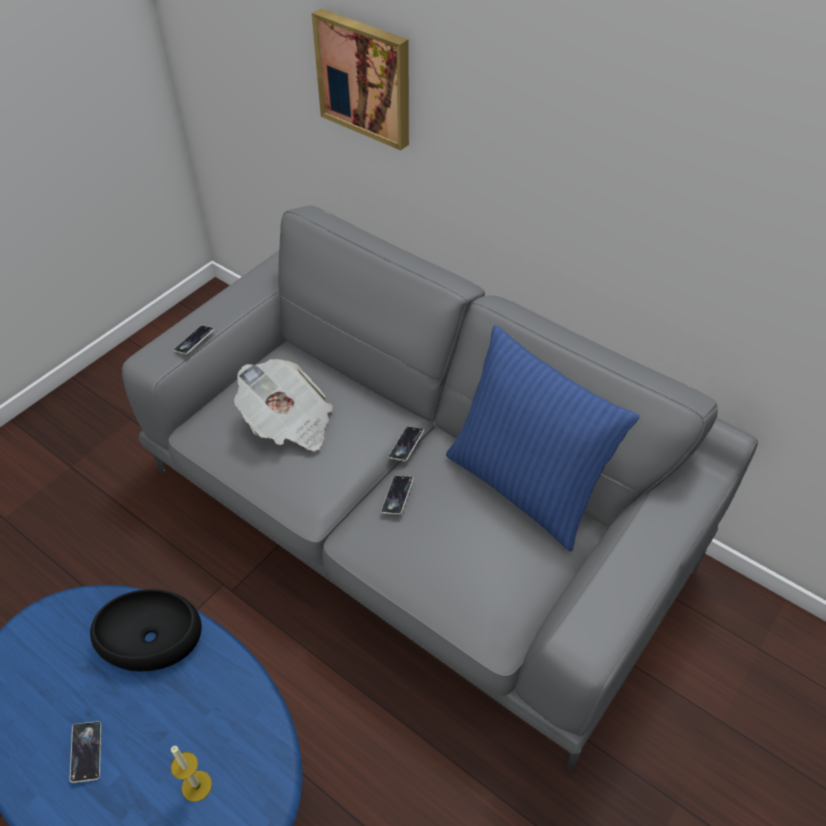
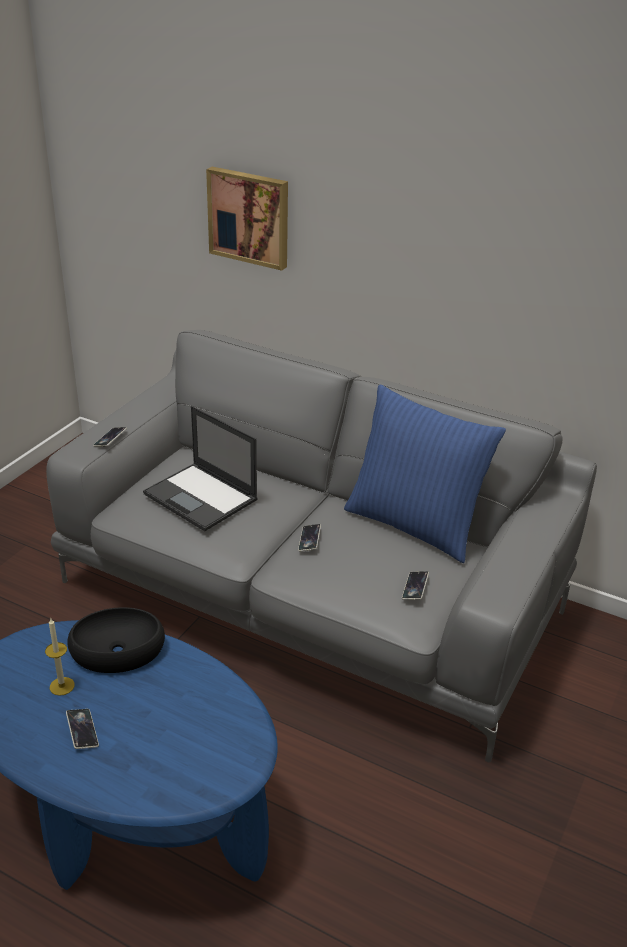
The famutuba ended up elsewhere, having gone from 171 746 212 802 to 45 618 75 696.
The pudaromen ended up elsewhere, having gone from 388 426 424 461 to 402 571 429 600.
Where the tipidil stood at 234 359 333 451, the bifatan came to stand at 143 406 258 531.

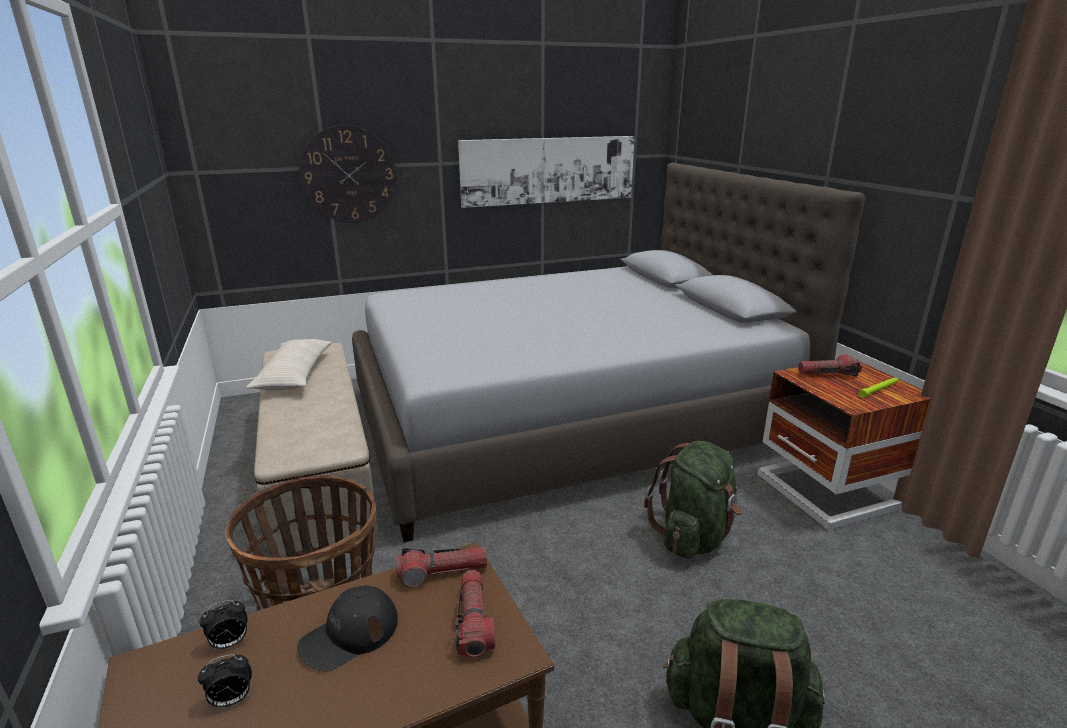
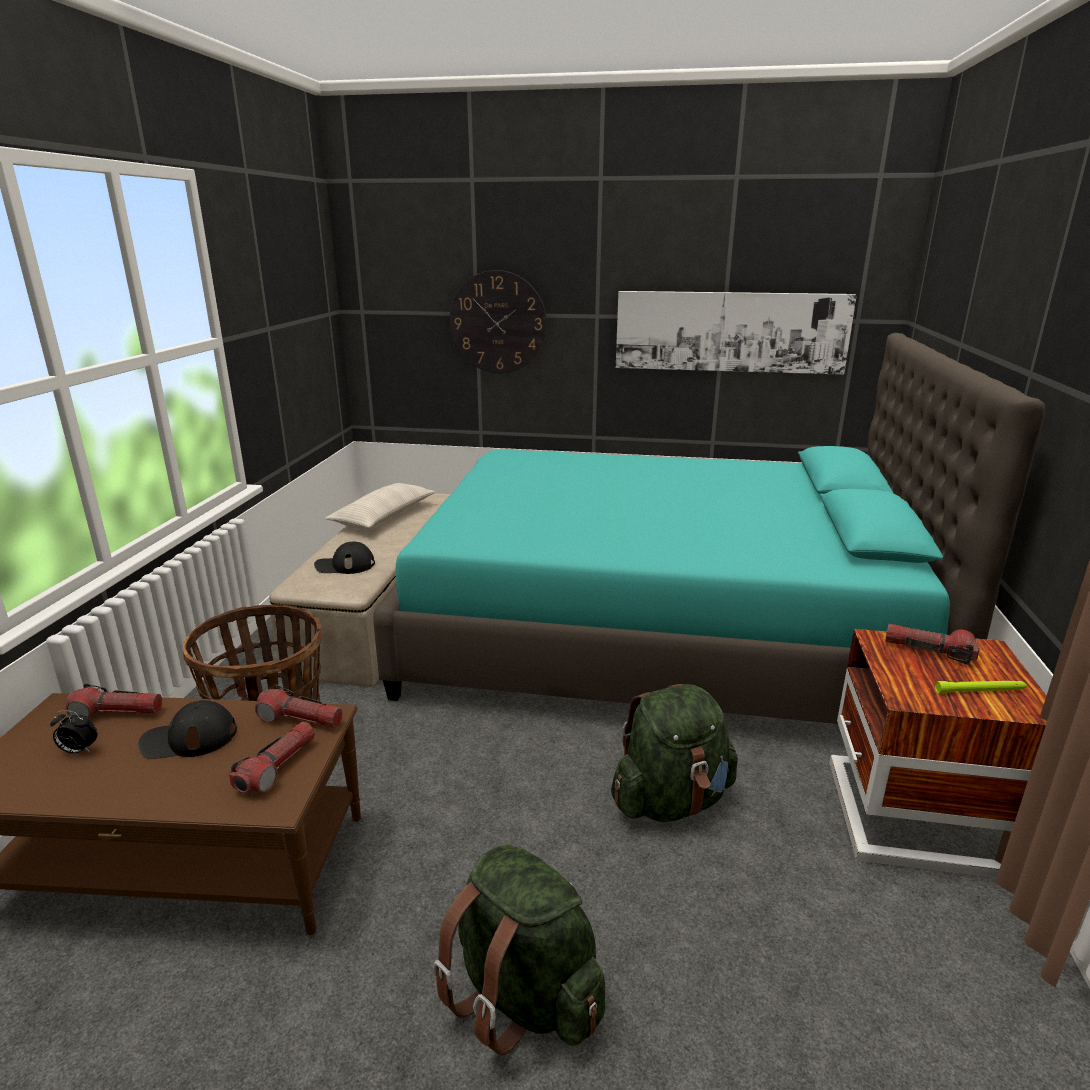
The second view gained the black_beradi at 314 542 375 574.
Where the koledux stood at 199 600 248 651, the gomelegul came to stand at 66 683 162 719.
What was the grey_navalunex at 352 163 865 542 turned into the turquoise_navalunex at 373 333 1045 724.

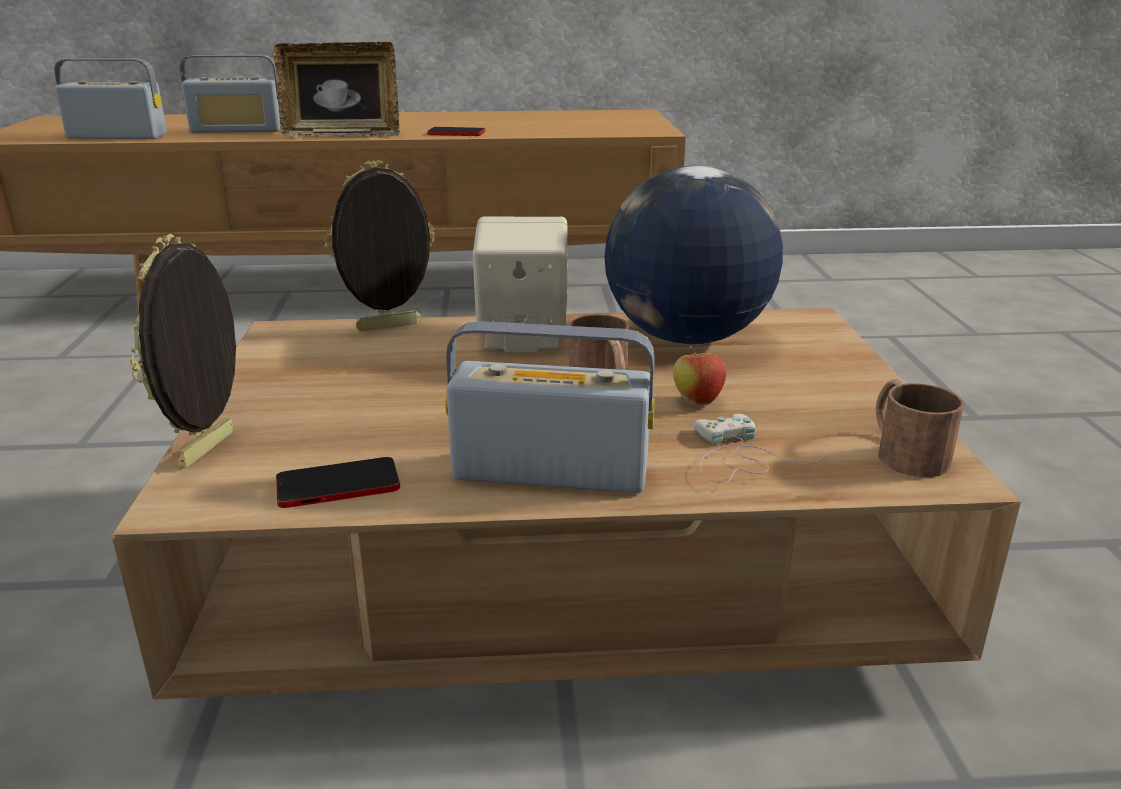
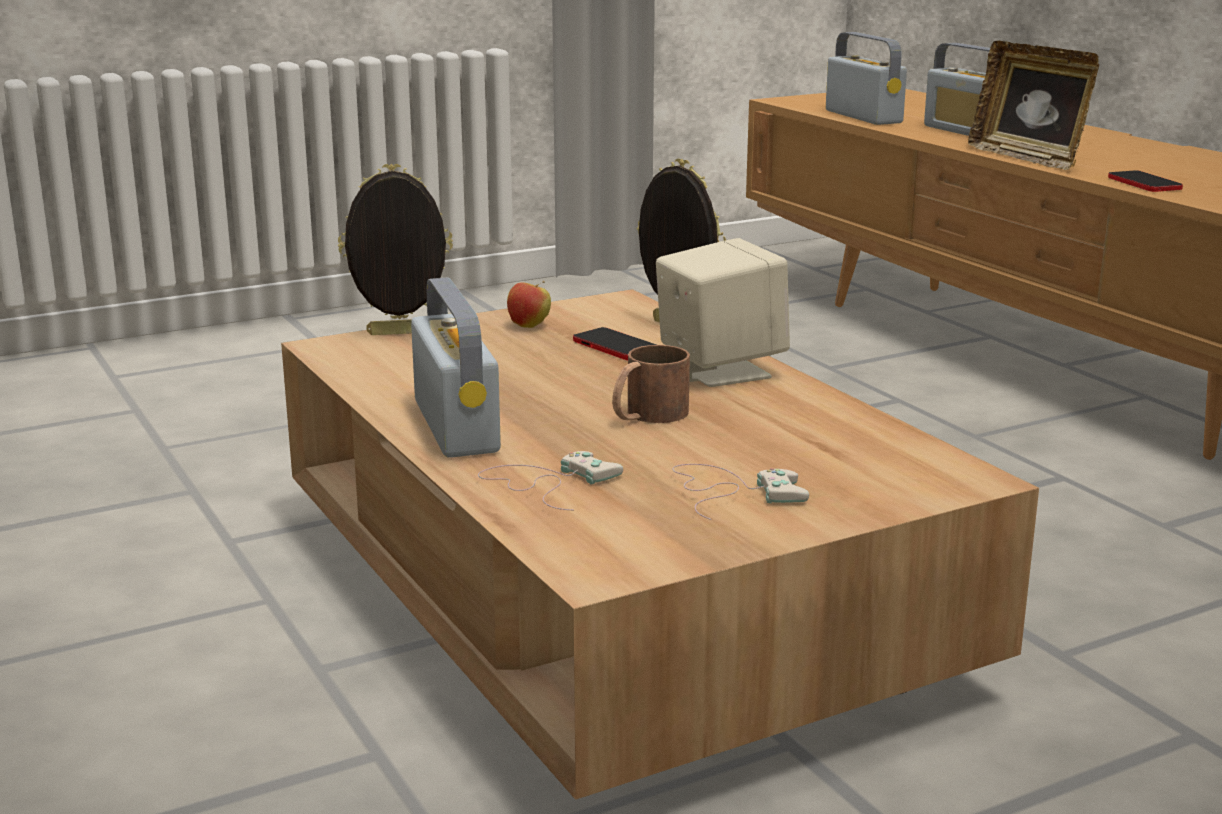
The second view lost the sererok at 605 166 783 345.
The second view lost the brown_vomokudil at 876 379 964 477.
The second view gained the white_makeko at 672 464 809 520.
The pudaromen ended up elsewhere, having gone from 276 457 400 508 to 573 327 656 360.
The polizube ended up elsewhere, having gone from 673 346 726 405 to 507 281 551 328.

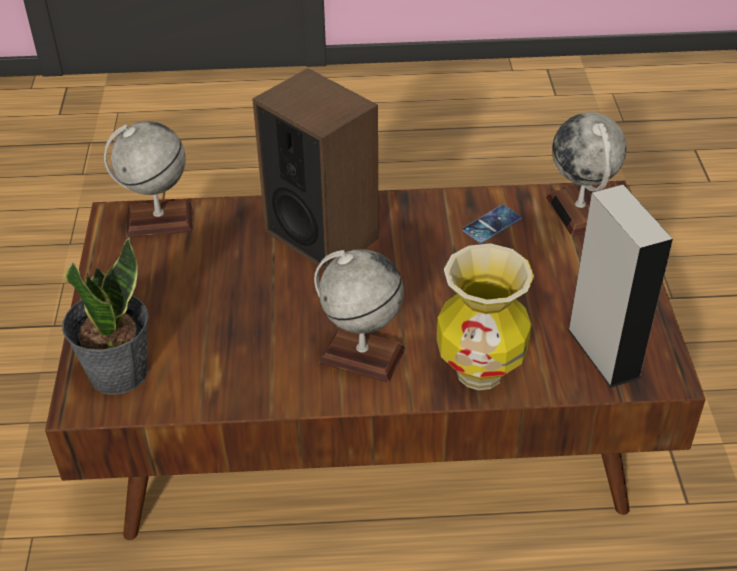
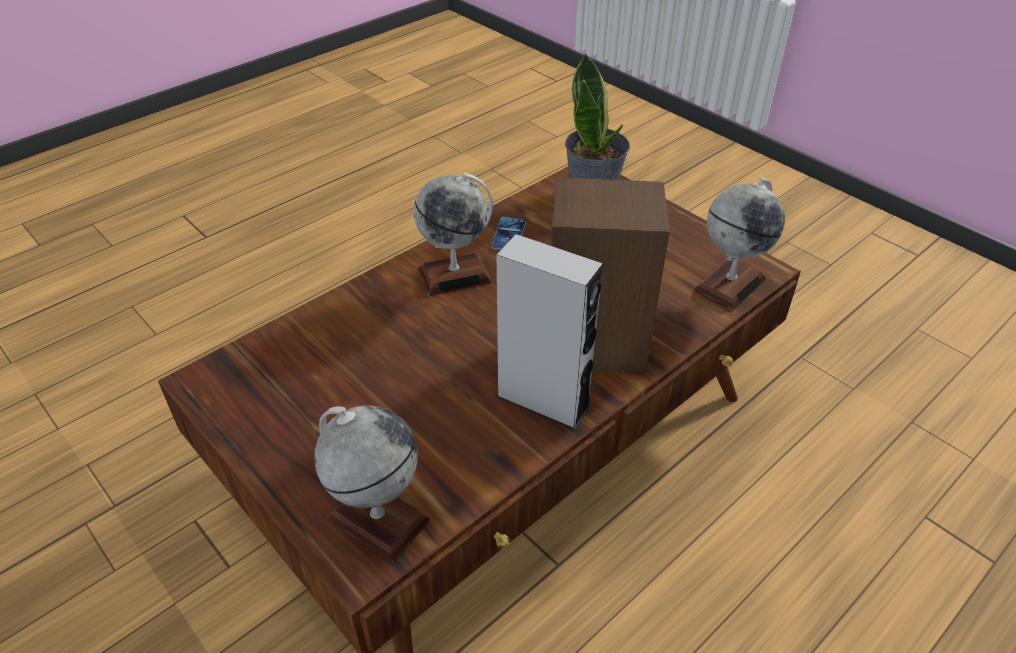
The second view lost the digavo at 437 243 534 390.
The pudaromen ended up elsewhere, having gone from 462 205 522 243 to 491 217 526 250.
The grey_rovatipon ended up elsewhere, having gone from 568 185 673 388 to 496 234 603 430.

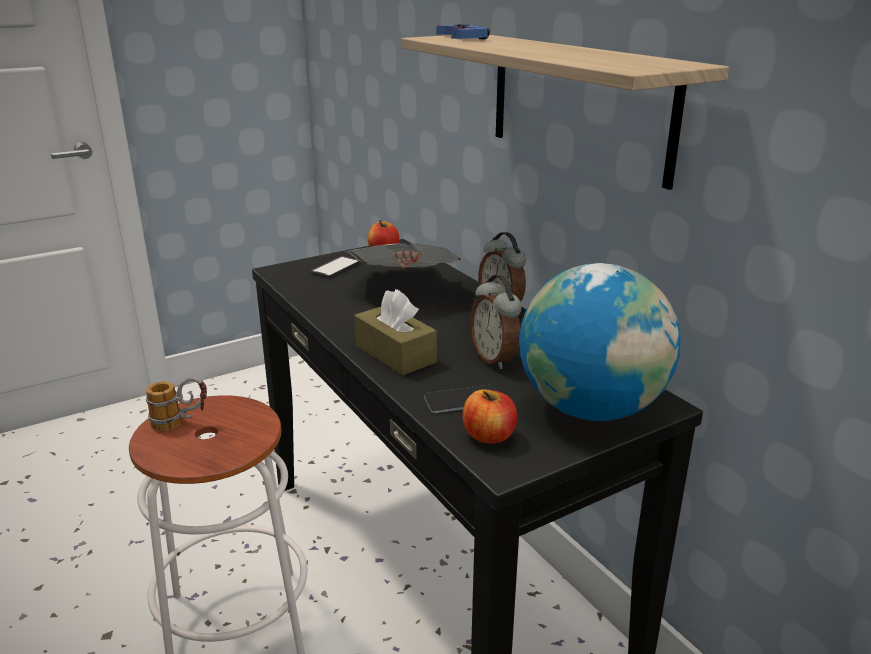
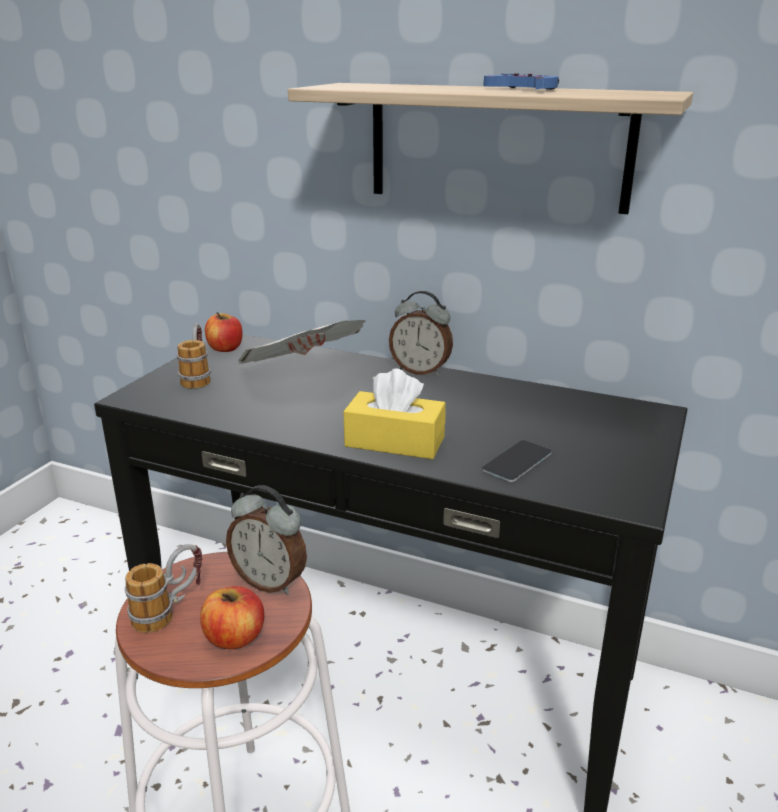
The second view lost the sererok at 519 263 681 421.
The blue_makeko ended up elsewhere, having gone from 436 24 490 40 to 483 73 559 90.
The polizube ended up elsewhere, having gone from 462 389 518 444 to 200 586 264 649.
The koledux ended up elsewhere, having gone from 470 275 522 369 to 226 485 307 594.
Where the pudaromen stood at 311 256 360 278, the vomokudil came to stand at 177 323 211 389.
What was the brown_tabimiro at 354 289 437 376 turned into the yellow_tabimiro at 343 368 446 459.

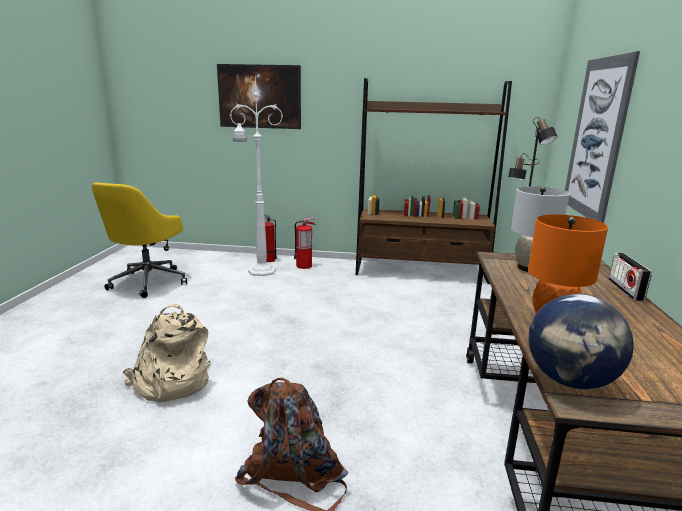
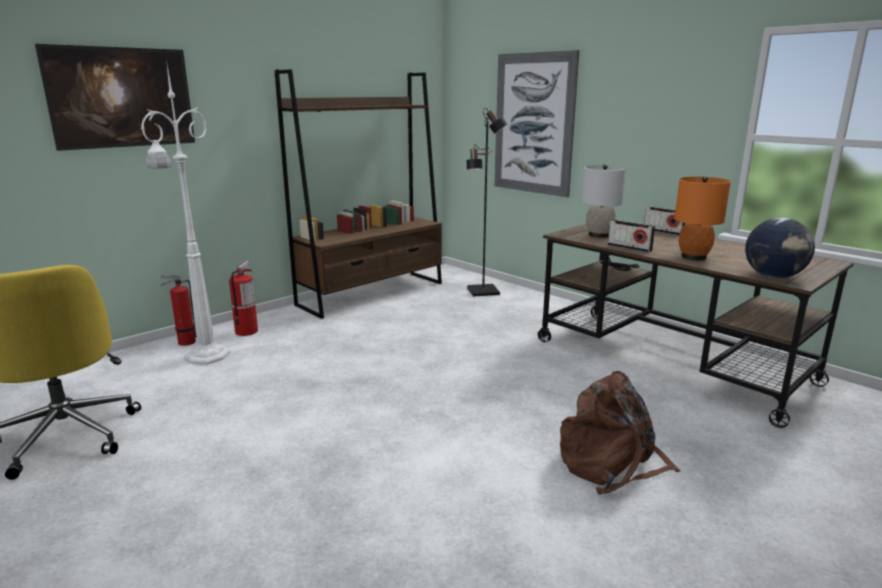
The second view lost the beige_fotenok at 123 304 211 402.
The second view gained the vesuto at 608 220 655 252.

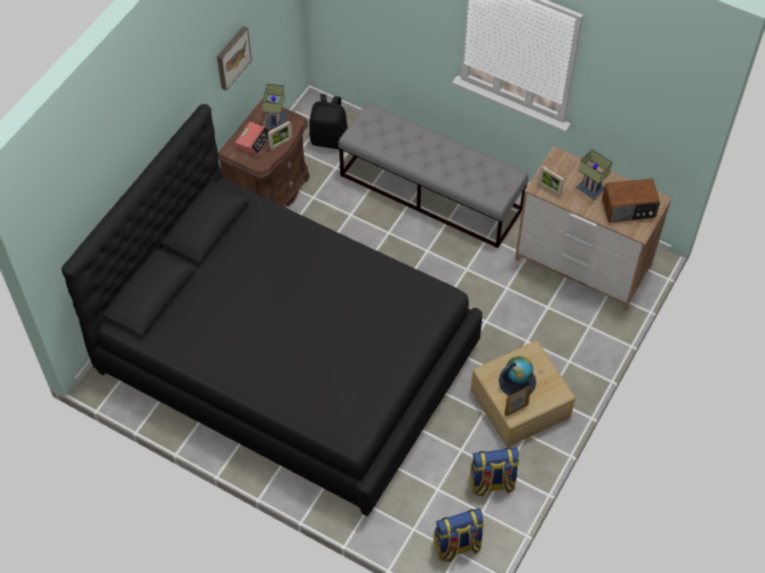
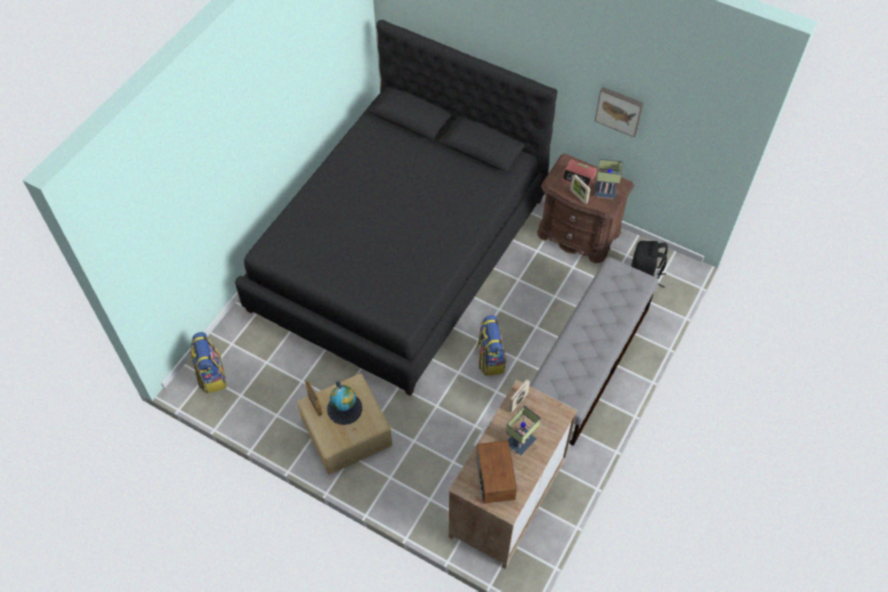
The fotenok ended up elsewhere, having gone from 470 448 519 497 to 476 315 507 376.

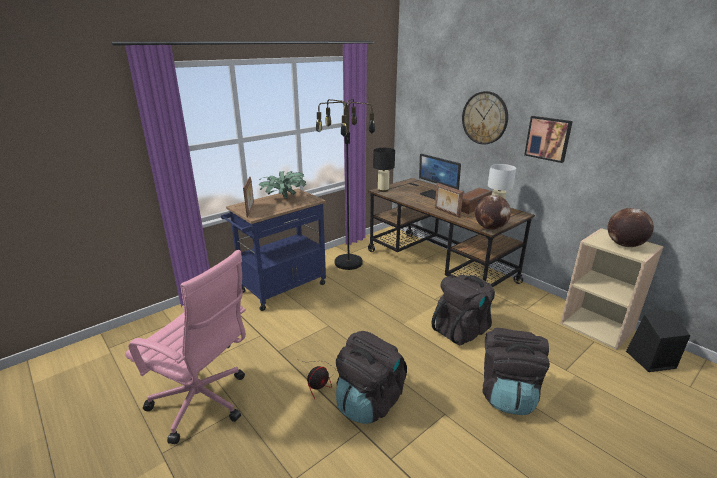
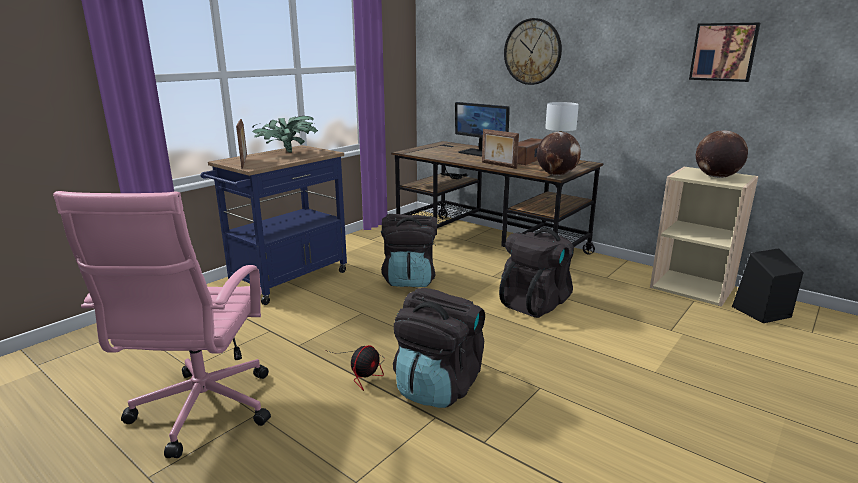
The second view lost the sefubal at 316 99 375 270.
The second view lost the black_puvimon at 373 148 395 192.
The black_fotenok ended up elsewhere, having gone from 482 328 550 415 to 381 214 437 287.
The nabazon ended up elsewhere, having gone from 524 116 573 163 to 689 23 760 82.
The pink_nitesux at 125 250 246 444 ended up facing another way, 75 degrees clockwise from before.

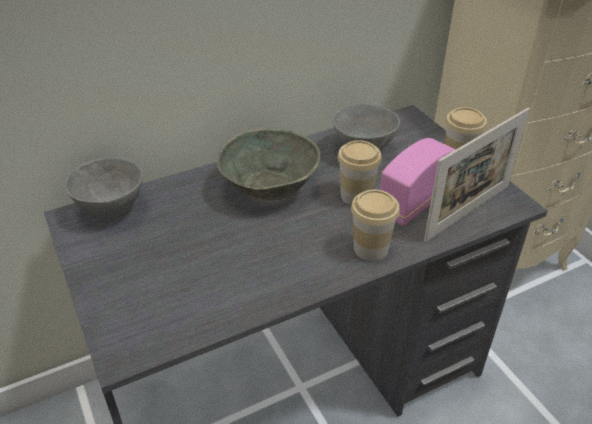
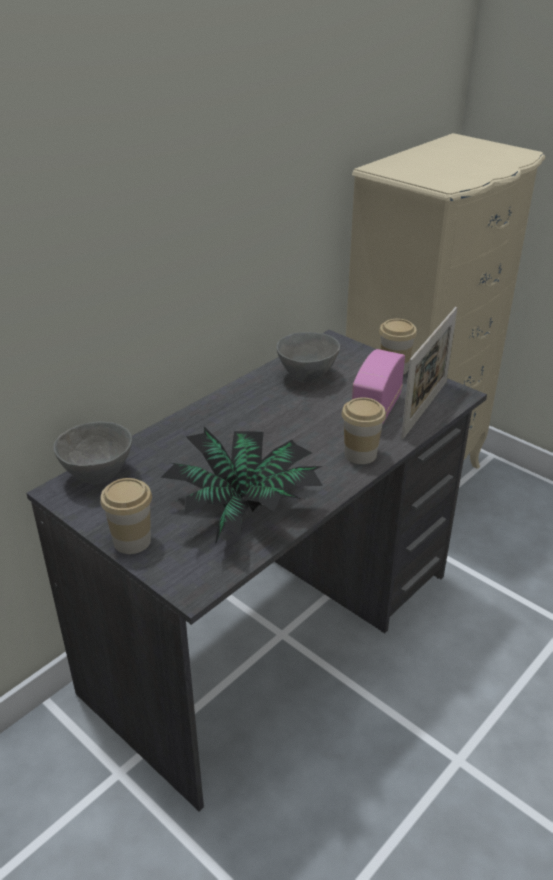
The second view lost the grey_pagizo at 217 128 320 201.
The second view gained the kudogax at 160 427 323 542.
The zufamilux ended up elsewhere, having gone from 338 140 382 205 to 100 478 152 554.

